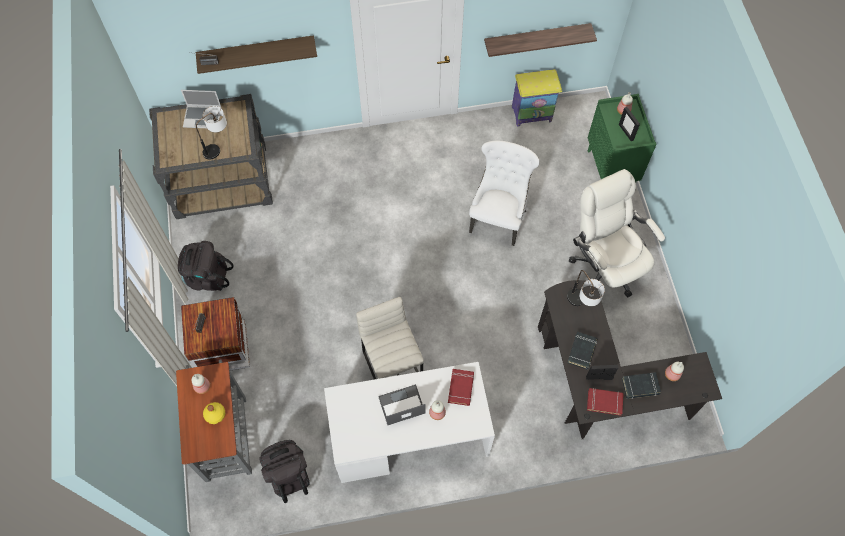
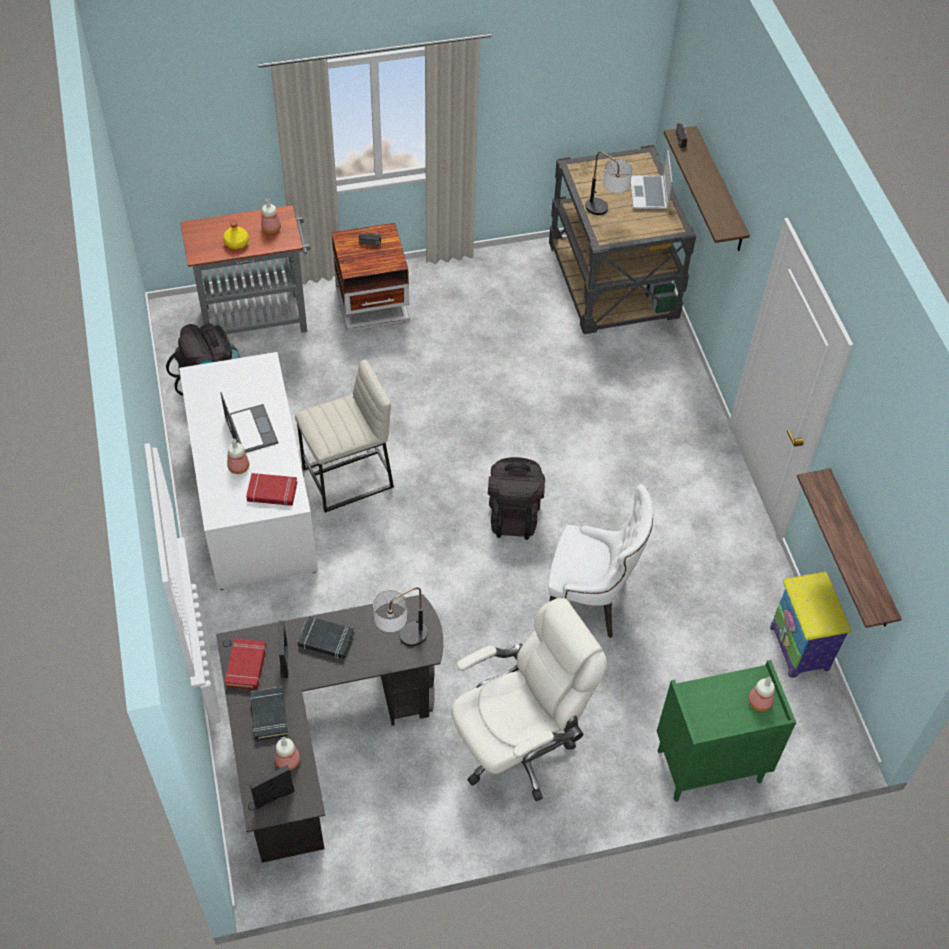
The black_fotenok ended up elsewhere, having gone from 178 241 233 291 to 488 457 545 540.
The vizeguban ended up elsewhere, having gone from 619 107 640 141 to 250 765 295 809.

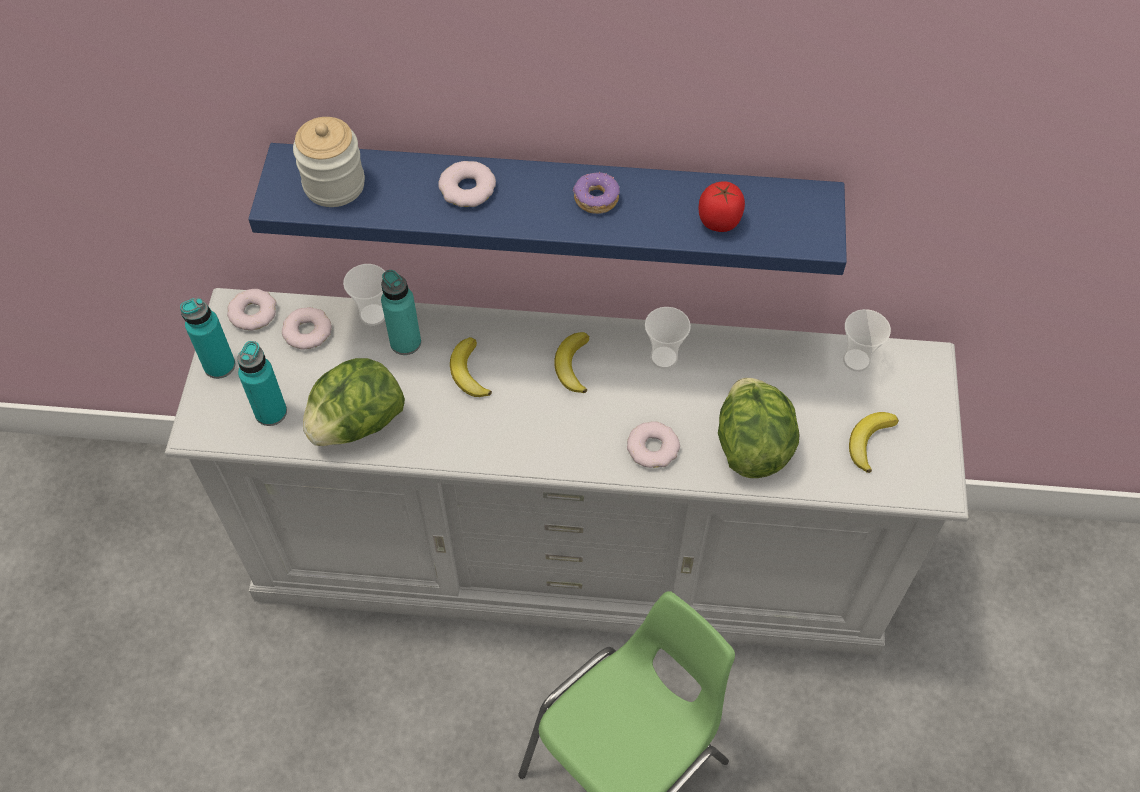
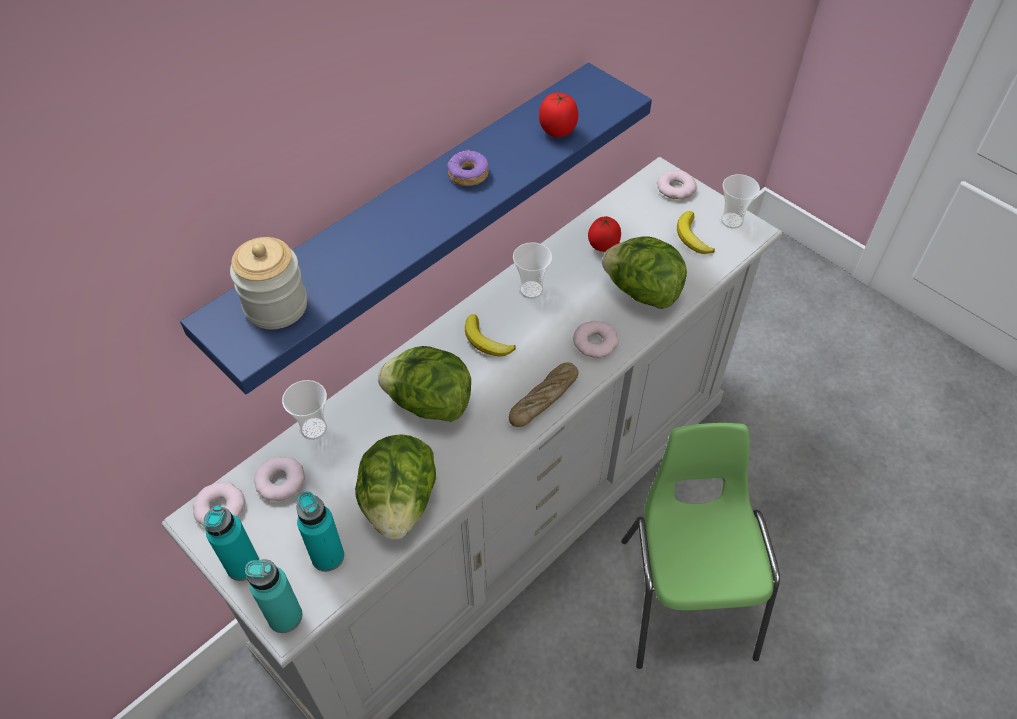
The second view gained the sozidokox at 509 362 578 427.
The second view gained the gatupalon at 588 216 621 252.
The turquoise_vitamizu ended up elsewhere, having gone from 381 270 421 355 to 245 559 302 633.
The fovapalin ended up elsewhere, having gone from 438 161 496 207 to 657 170 697 199.
The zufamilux ended up elsewhere, having gone from 843 309 891 372 to 721 174 760 229.
Where the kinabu stood at 450 337 492 397, the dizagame came to stand at 378 346 471 422.

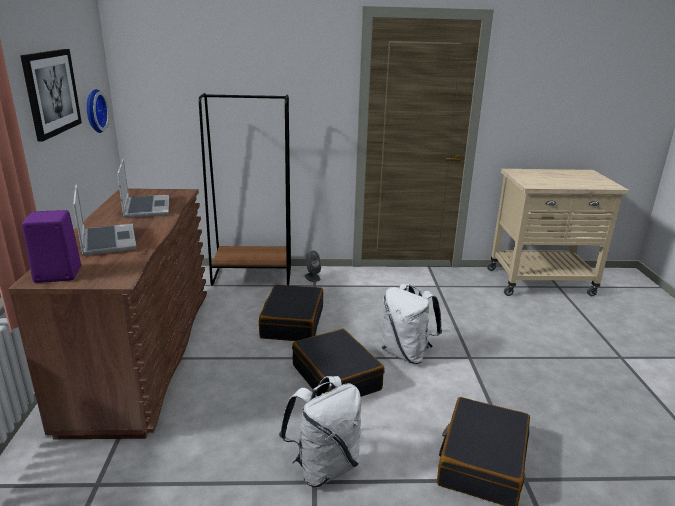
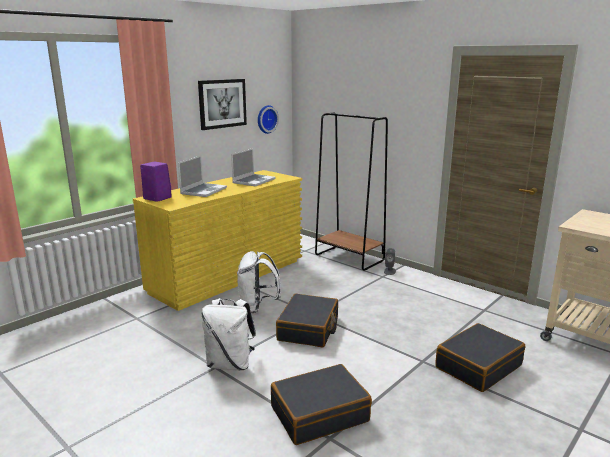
The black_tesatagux ended up elsewhere, having gone from 259 284 323 341 to 435 323 525 392.
The white_fotenok ended up elsewhere, having gone from 382 284 442 364 to 237 251 281 313.
What was the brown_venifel at 8 188 207 439 turned into the yellow_venifel at 133 170 302 311.

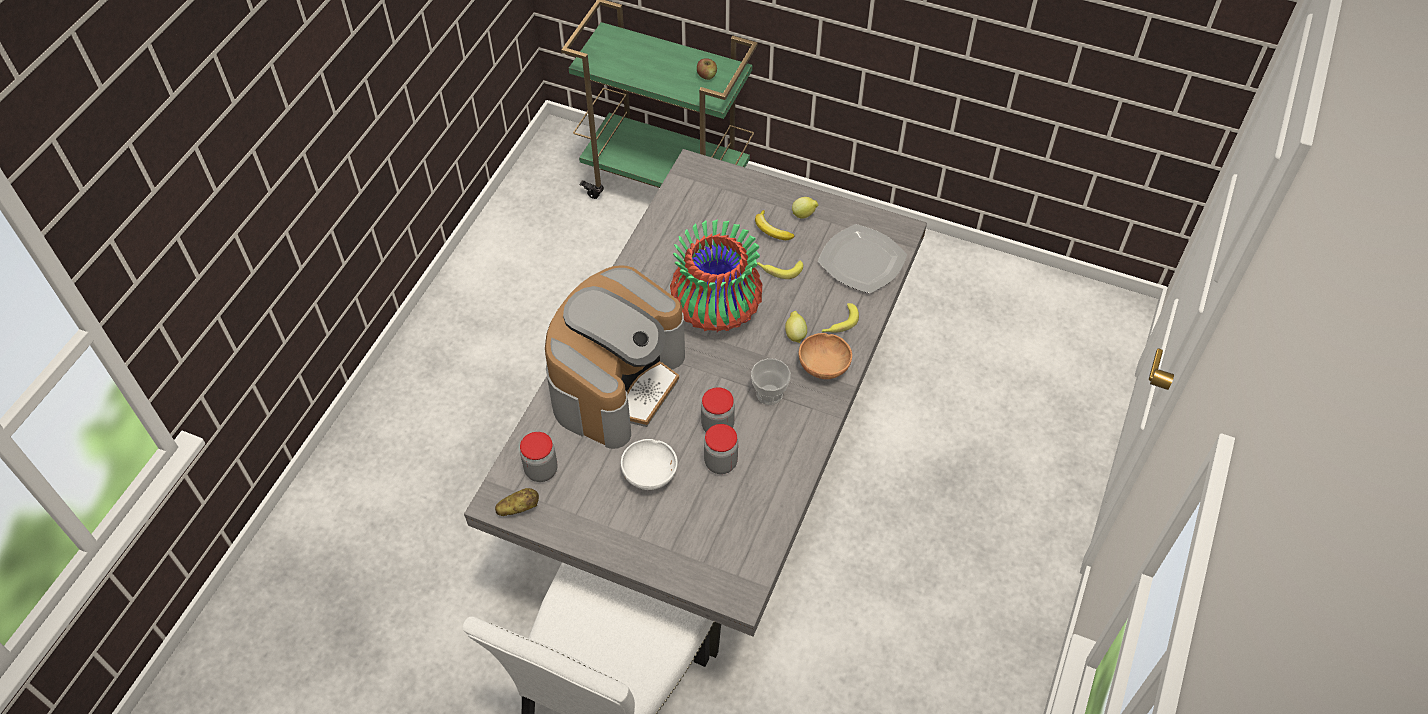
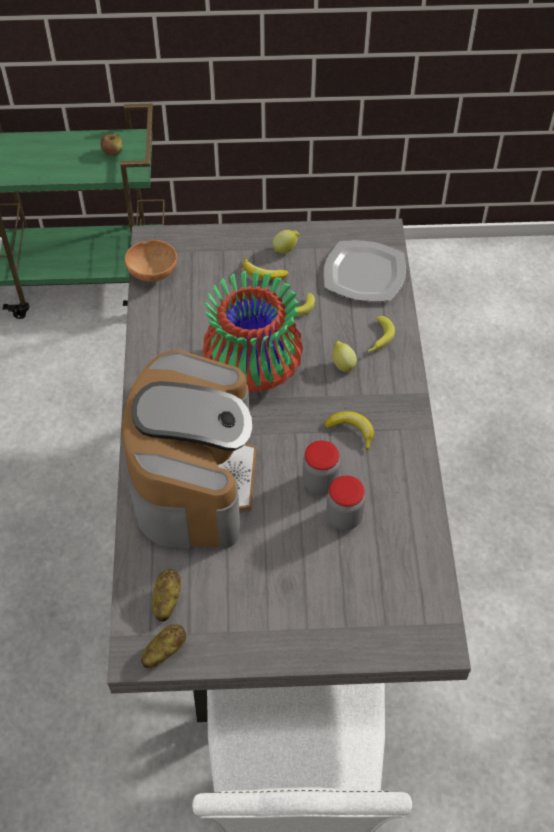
The second view lost the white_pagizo at 621 439 678 490.
The brown_pagizo ended up elsewhere, having gone from 798 333 852 379 to 125 240 177 282.
Where the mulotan stood at 520 432 557 482, the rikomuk came to stand at 152 569 181 622.
Where the zufamilux stood at 751 358 791 405, the kinabu came to stand at 324 411 374 452.

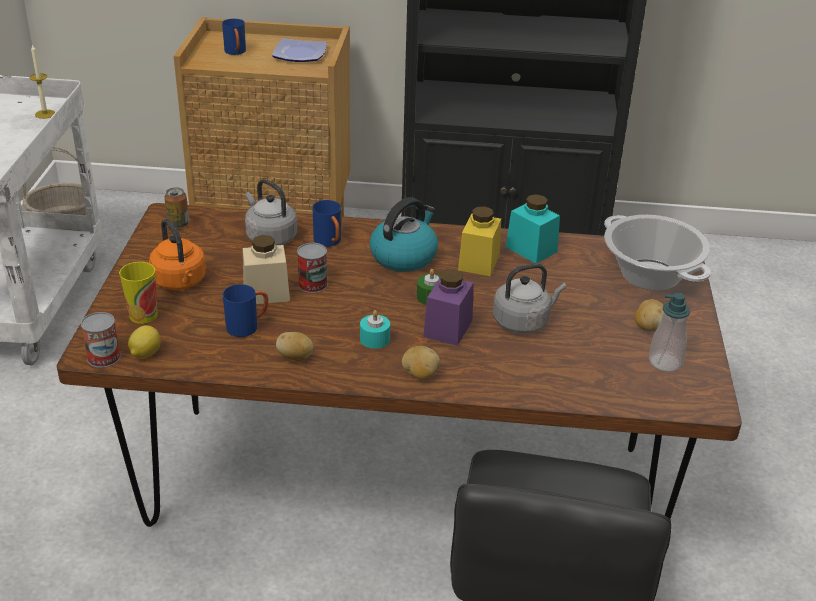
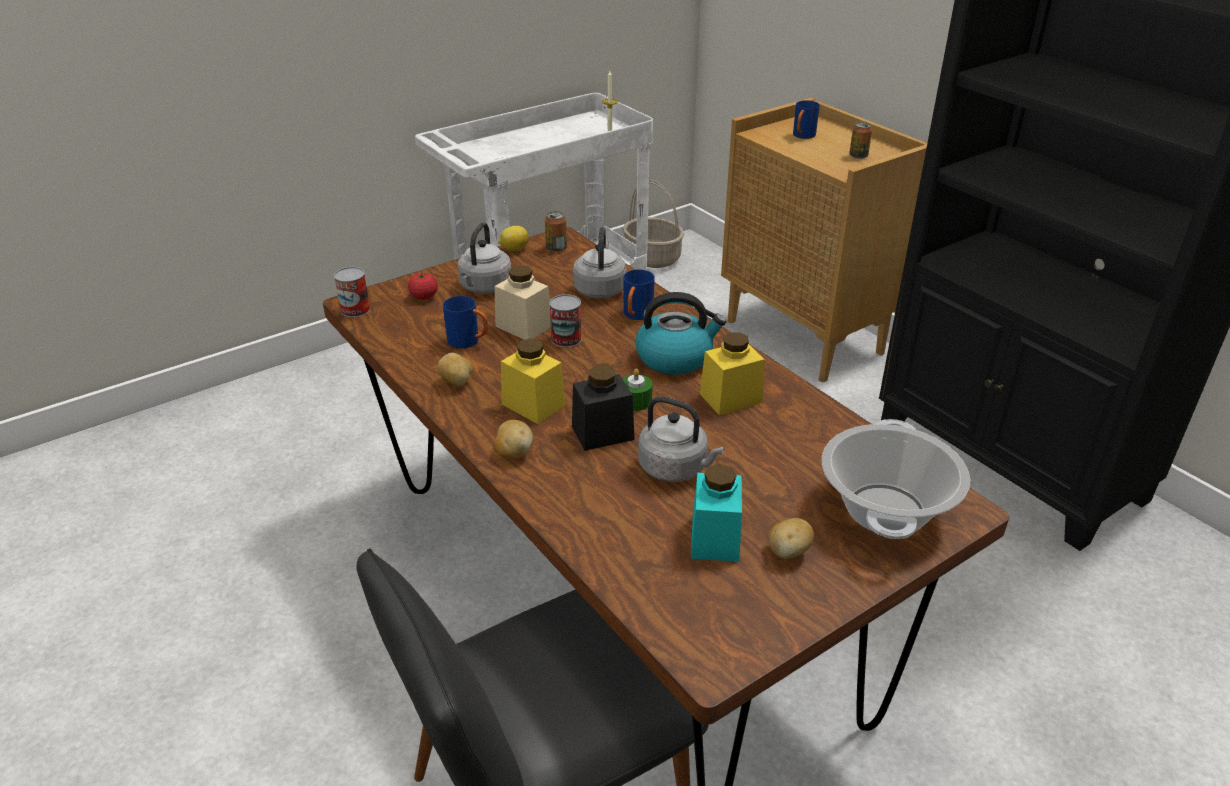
The second view lost the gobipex at 649 293 690 372.
The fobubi ended up elsewhere, having gone from 128 325 161 358 to 498 226 529 251.
The turquoise_mulotan ended up elsewhere, having gone from 506 194 560 263 to 691 464 742 562.
Where the zufamilux stood at 119 262 158 324, the gatupalon came to stand at 408 271 438 300.
Where the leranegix stood at 272 38 327 62, the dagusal came to stand at 850 122 872 159.
Where the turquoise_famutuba stood at 360 310 390 349, the yellow_mulotan came to stand at 501 338 565 424.
What was the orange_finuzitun at 149 219 206 290 turned into the grey_finuzitun at 458 222 511 294.
What was the purple_mulotan at 423 269 473 346 turned into the black_mulotan at 572 365 635 451.

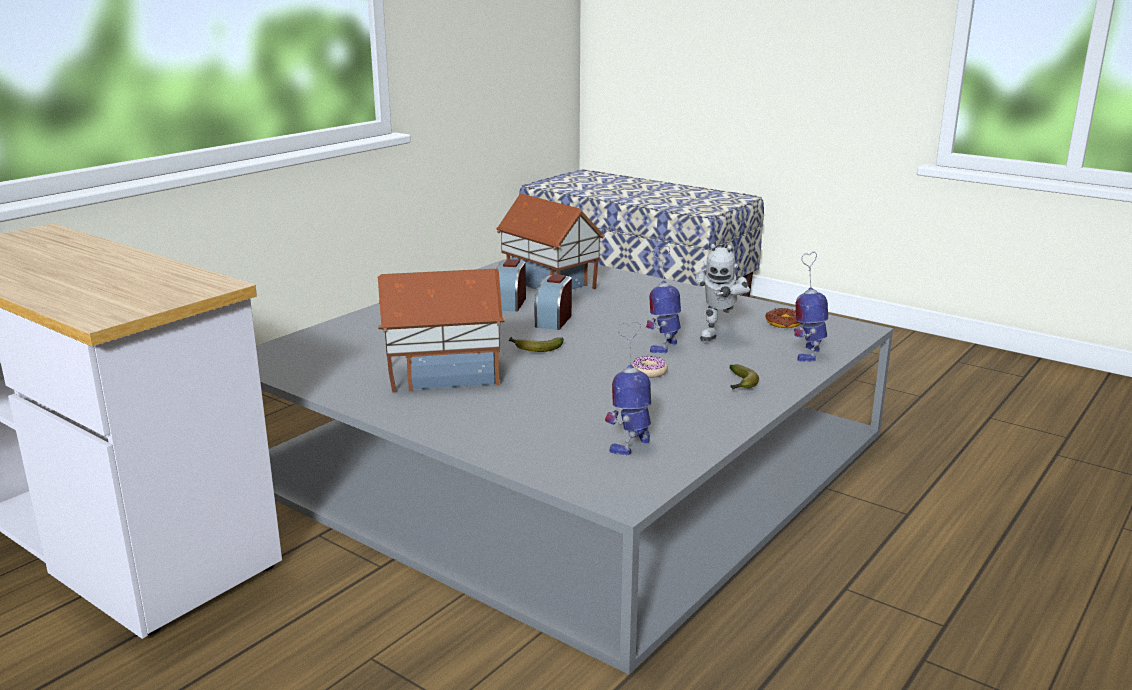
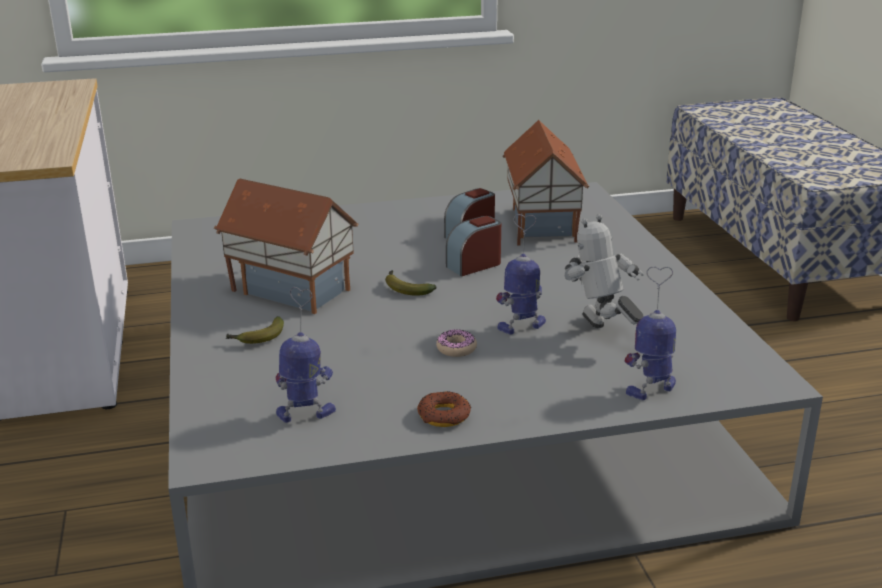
The kinabu ended up elsewhere, having gone from 730 364 759 389 to 226 316 284 344.
The fovapalin ended up elsewhere, having gone from 765 308 800 328 to 417 391 471 427.
The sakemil at 695 244 750 341 ended up facing another way, 90 degrees clockwise from before.

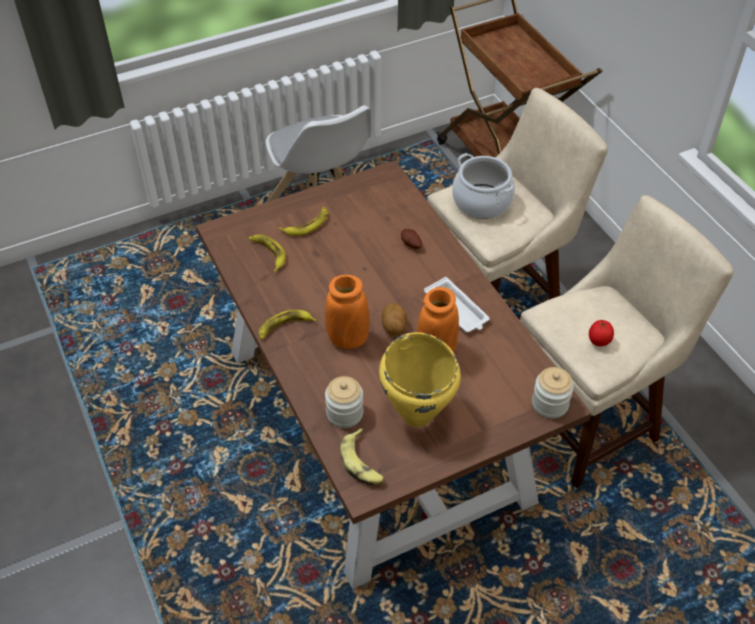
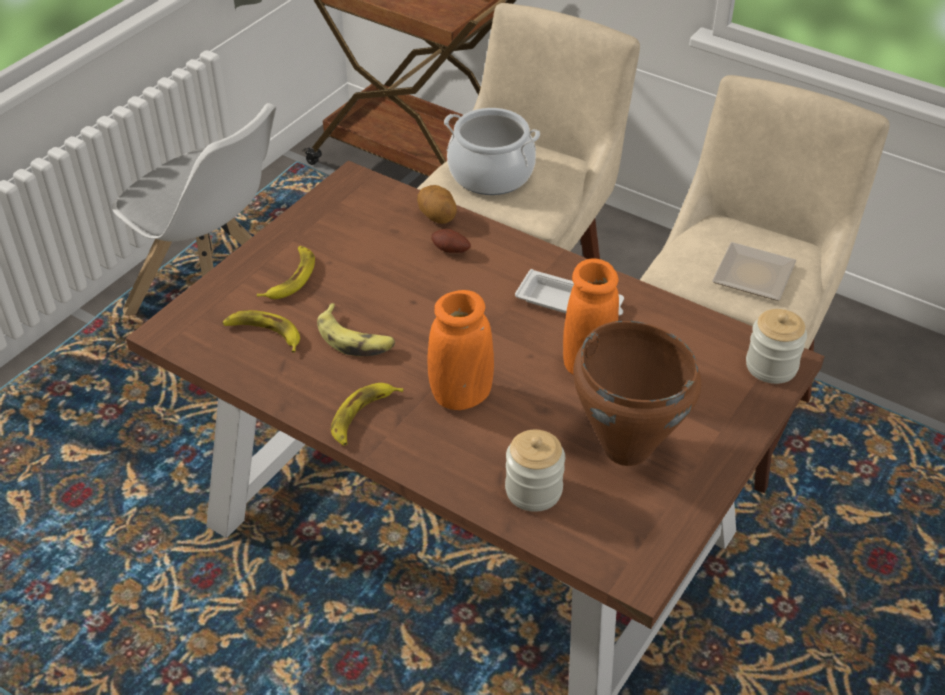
The kinabu ended up elsewhere, having gone from 340 428 385 485 to 317 303 395 356.
The rikomuk ended up elsewhere, having gone from 382 303 407 336 to 417 185 457 224.
Where the gatupalon stood at 589 320 614 346, the leranegix came to stand at 712 242 796 301.
What was the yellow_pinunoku at 379 332 461 427 turned into the brown_pinunoku at 573 321 701 466.

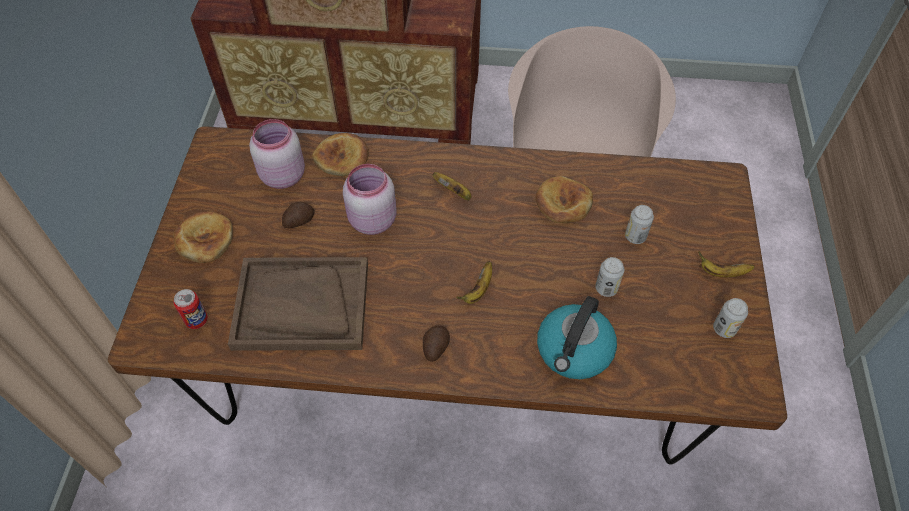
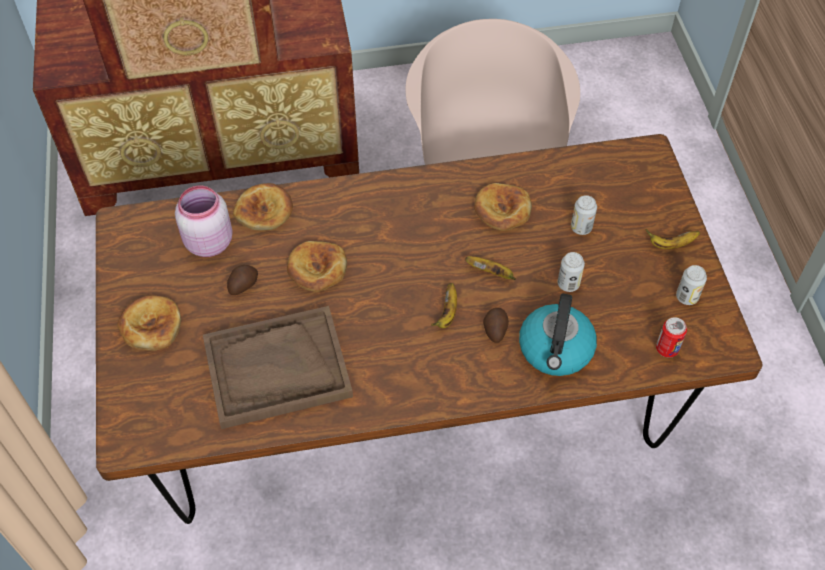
The dagusal ended up elsewhere, having gone from 173 289 208 329 to 656 317 687 358.
The rikomuk ended up elsewhere, having gone from 423 326 450 362 to 483 308 509 343.
The kinabu ended up elsewhere, having gone from 433 172 471 201 to 466 256 516 280.
Where the pink_mulotan stood at 343 164 396 235, the sozidokox came to stand at 287 241 347 292.

